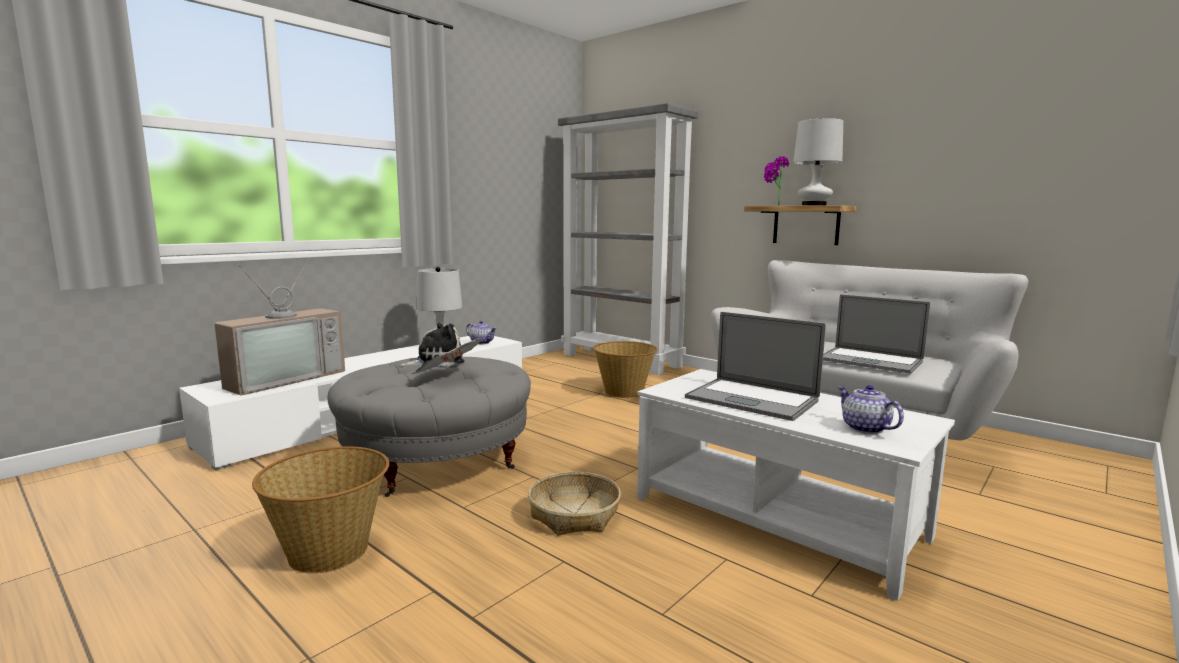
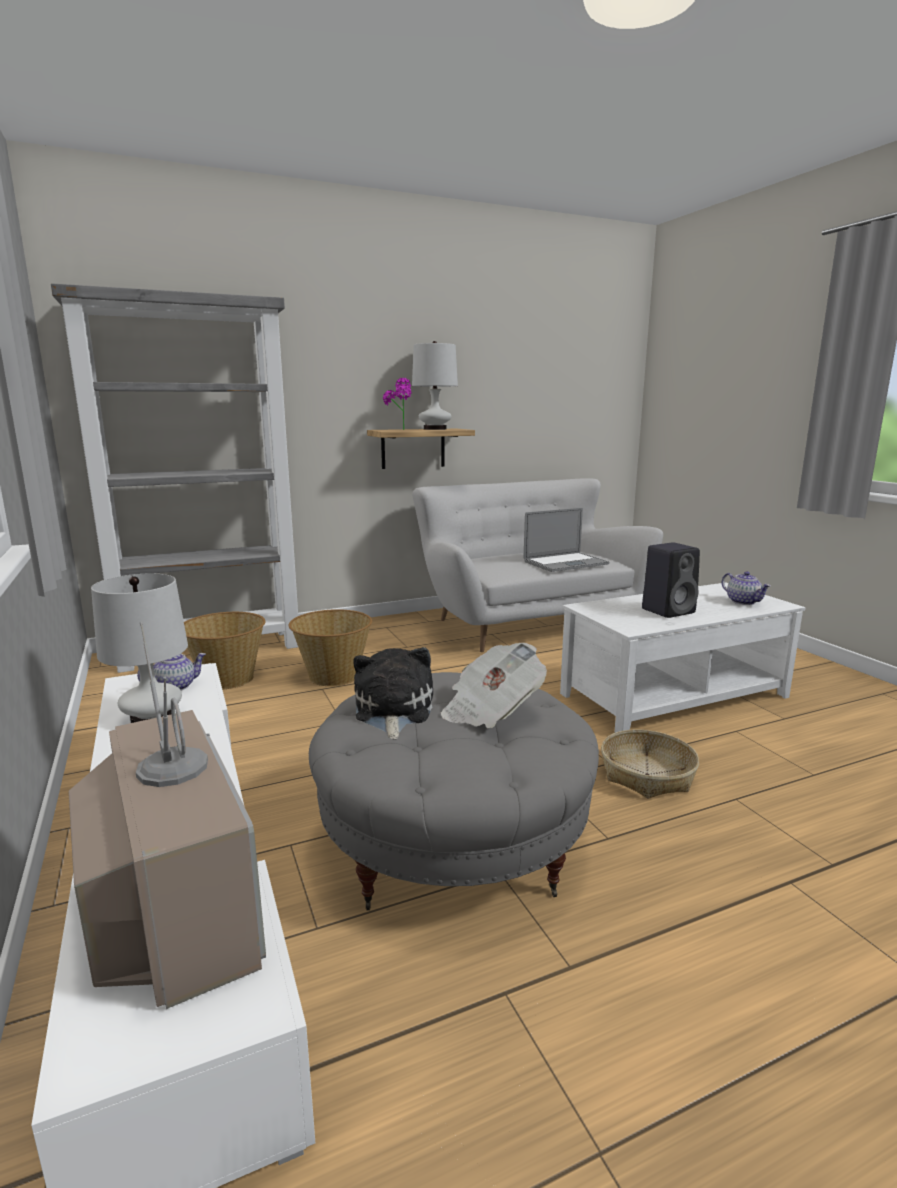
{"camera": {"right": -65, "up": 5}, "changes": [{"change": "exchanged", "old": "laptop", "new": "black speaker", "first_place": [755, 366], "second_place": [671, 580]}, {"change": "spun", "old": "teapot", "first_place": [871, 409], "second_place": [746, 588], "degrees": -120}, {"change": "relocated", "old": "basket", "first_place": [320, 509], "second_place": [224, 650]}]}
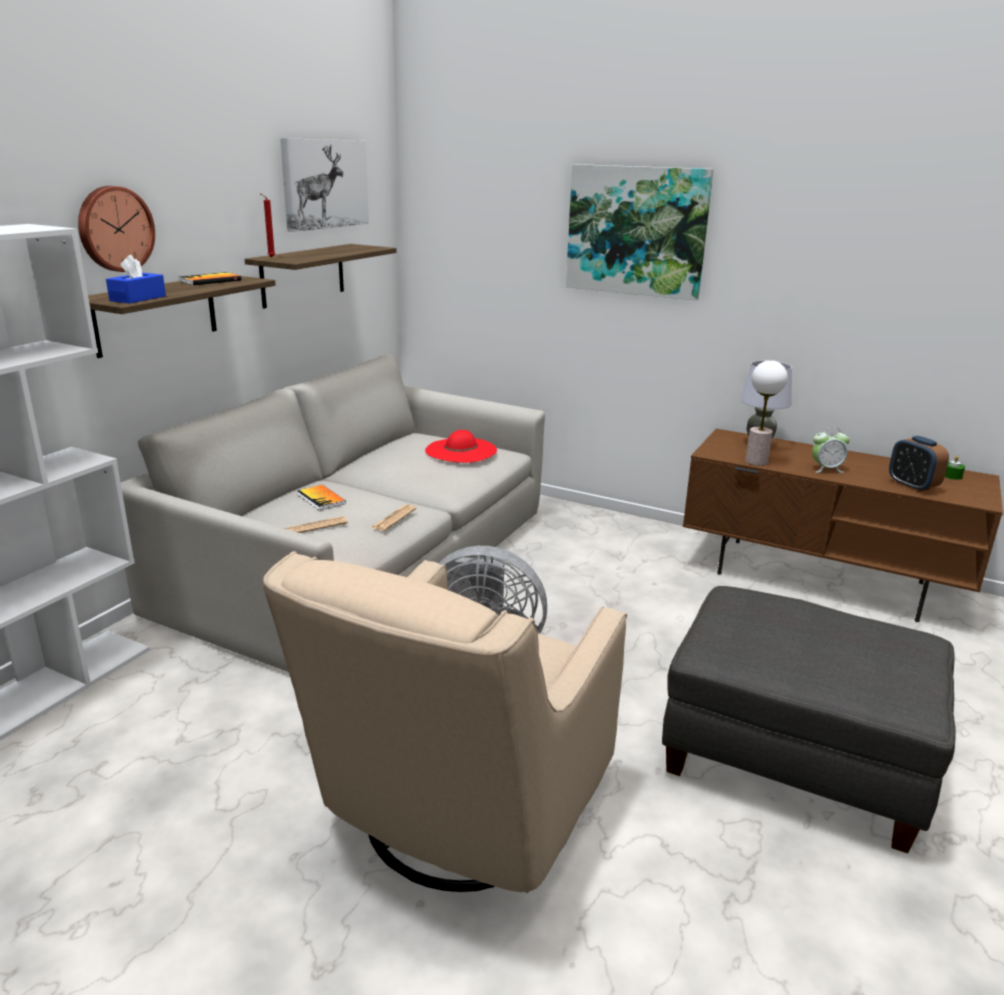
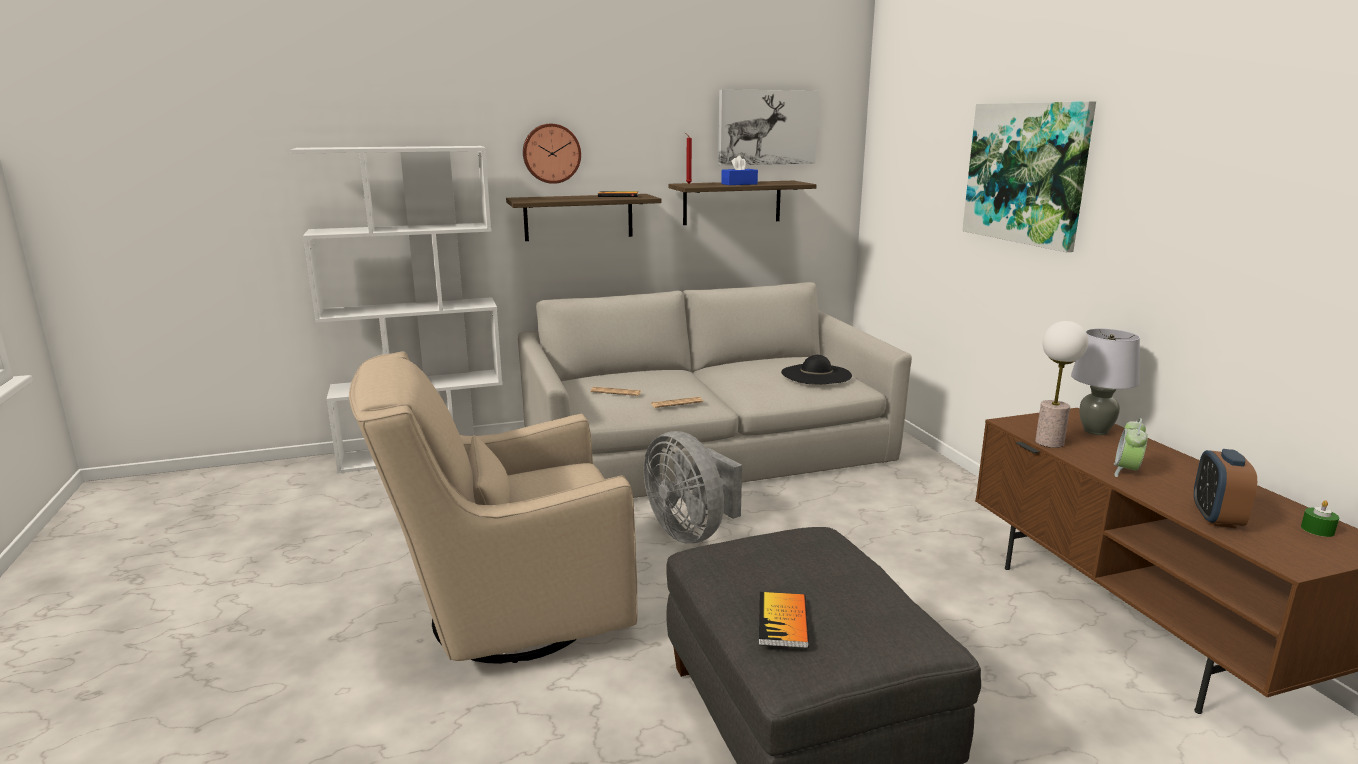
{"camera": {"right": 45, "up": -5}, "changes": [{"change": "relocated", "old": "blue tissue box", "first_place": [136, 279], "second_place": [739, 170]}, {"change": "spun", "old": "alarm clock", "first_place": [831, 450], "second_place": [1131, 447], "degrees": 75}, {"change": "colour", "old": "red hat", "new": "black hat", "first_place": [461, 446], "second_place": [816, 370]}, {"change": "relocated", "old": "book", "first_place": [321, 498], "second_place": [784, 620]}]}
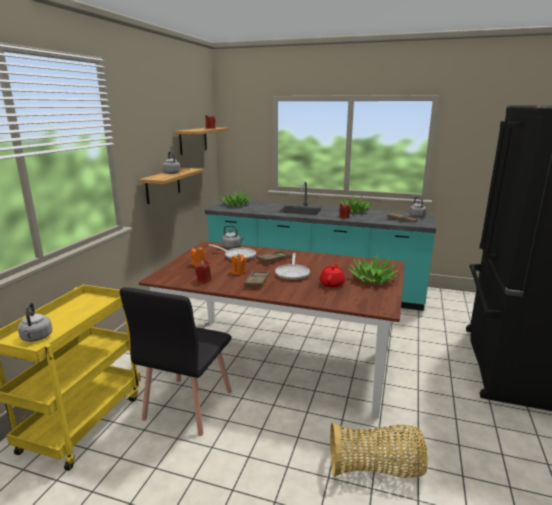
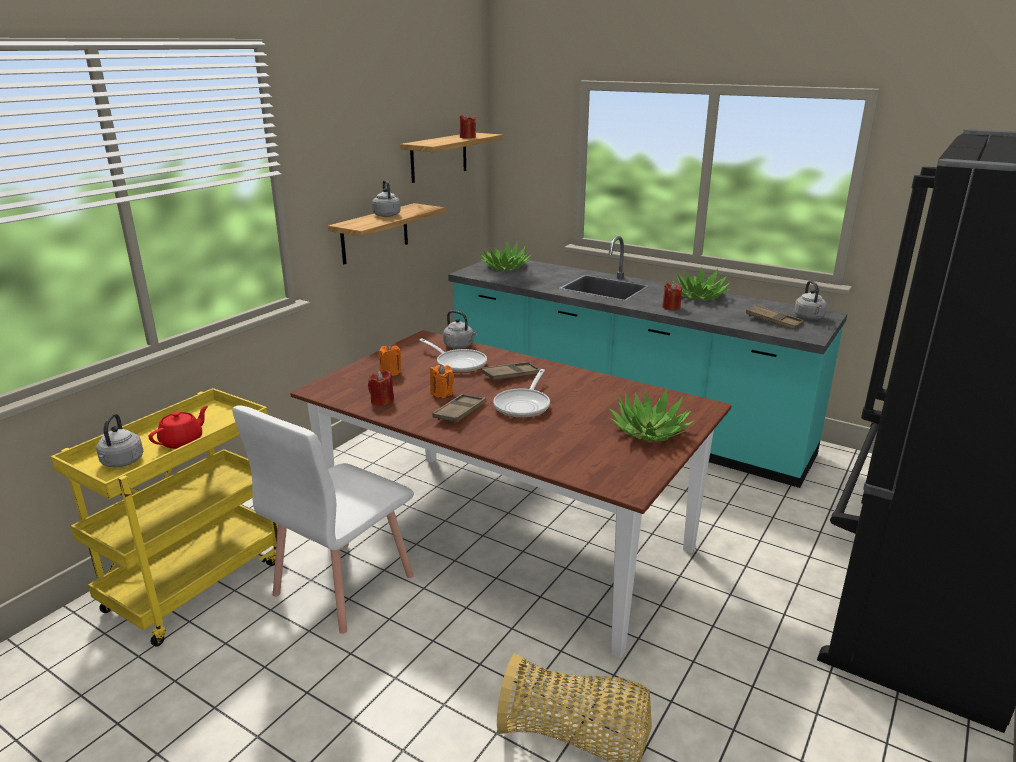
{"camera": {"right": 15, "up": 5}, "changes": [{"change": "relocated", "old": "red teapot", "first_place": [332, 275], "second_place": [178, 427]}, {"change": "colour", "old": "black chair", "new": "white chair", "first_place": [176, 361], "second_place": [323, 519]}]}
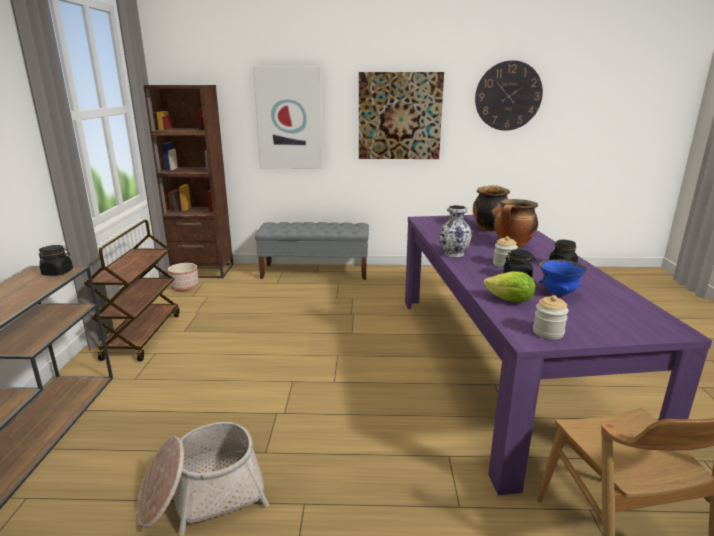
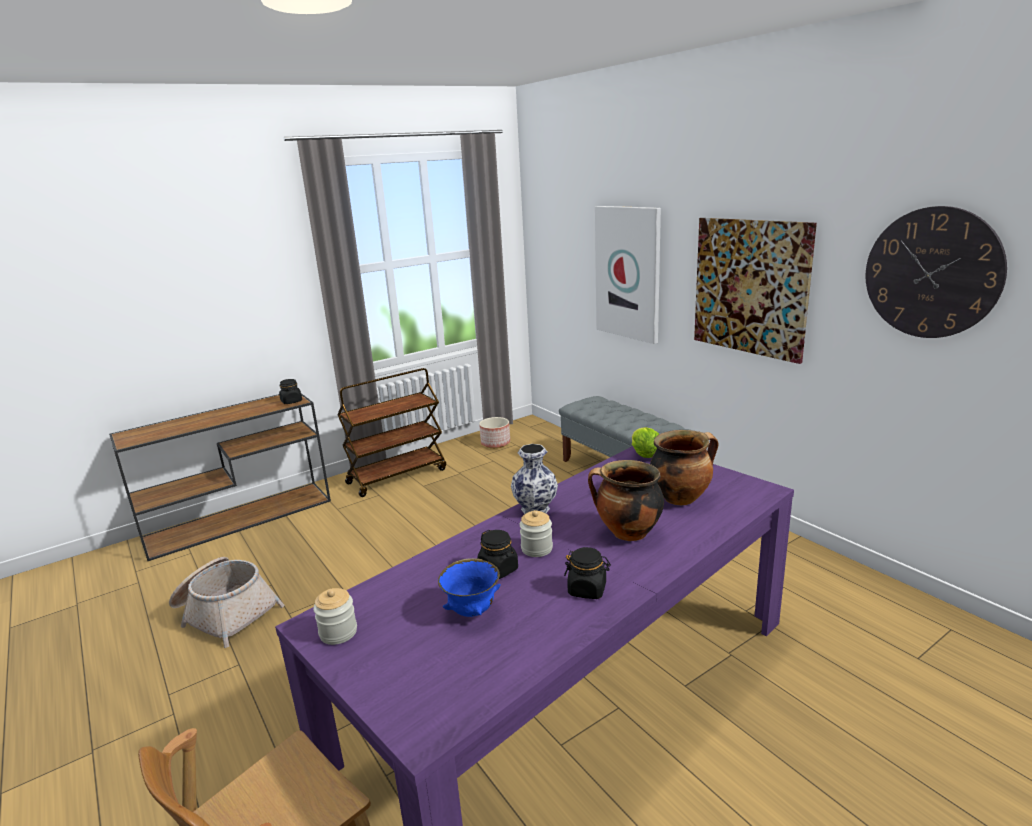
{"camera": {"right": 55, "up": 0}, "changes": [{"change": "missing", "old": "brown bookcase", "first_place": [188, 181]}, {"change": "relocated", "old": "lettuce", "first_place": [509, 286], "second_place": [645, 442]}]}
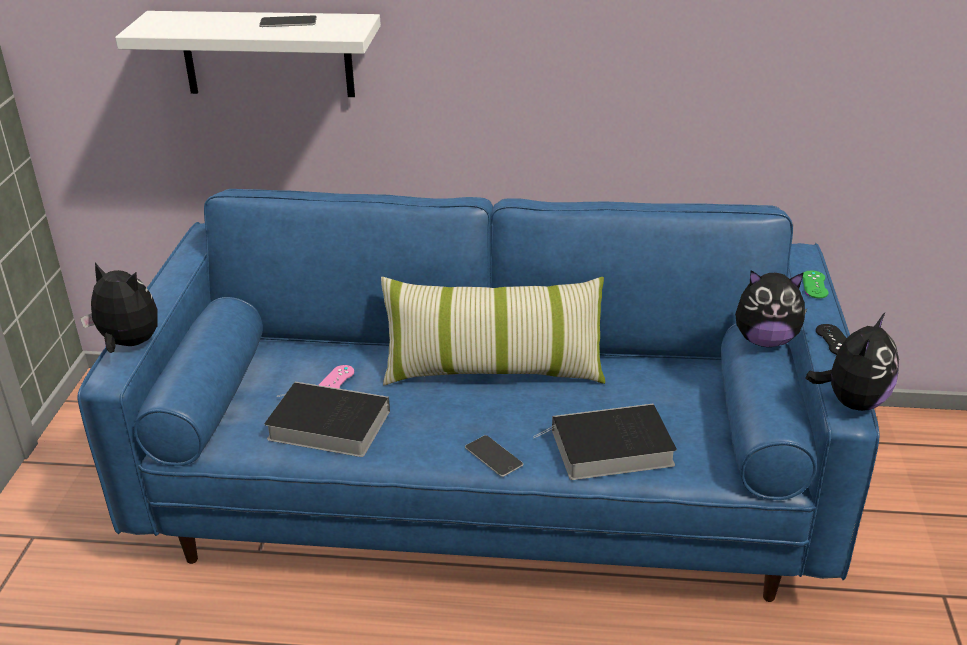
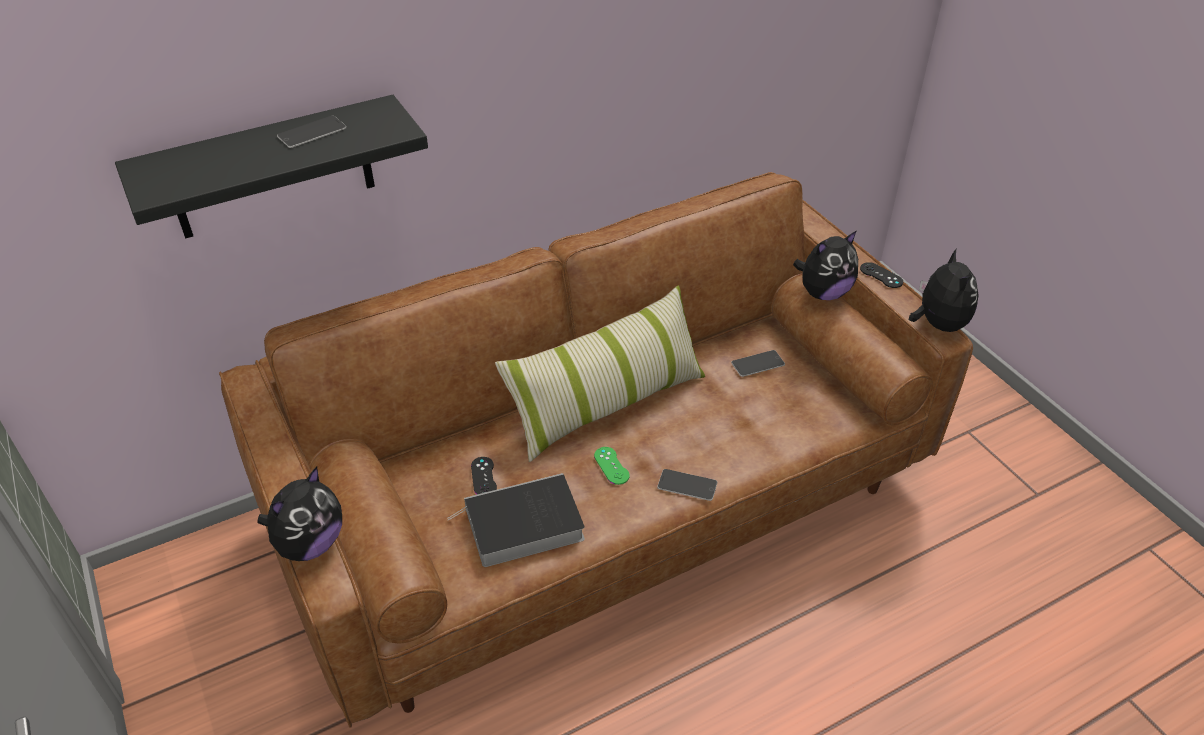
{"camera": {"right": -35, "up": 10}, "changes": [{"change": "colour", "old": "white shelf", "new": "black shelf", "first_place": [248, 54], "second_place": [271, 167]}, {"change": "colour", "old": "blue sofa", "new": "brown sofa", "first_place": [479, 395], "second_place": [596, 450]}, {"change": "spun", "old": "plush toy", "first_place": [119, 307], "second_place": [299, 514], "degrees": 135}, {"change": "relocated", "old": "green game controller", "first_place": [815, 284], "second_place": [612, 466]}, {"change": "colour", "old": "pink game controller", "new": "black game controller", "first_place": [336, 377], "second_place": [484, 476]}, {"change": "missing", "old": "book", "first_place": [605, 442]}, {"change": "appeared", "new": "phone", "second_place": [758, 363]}]}
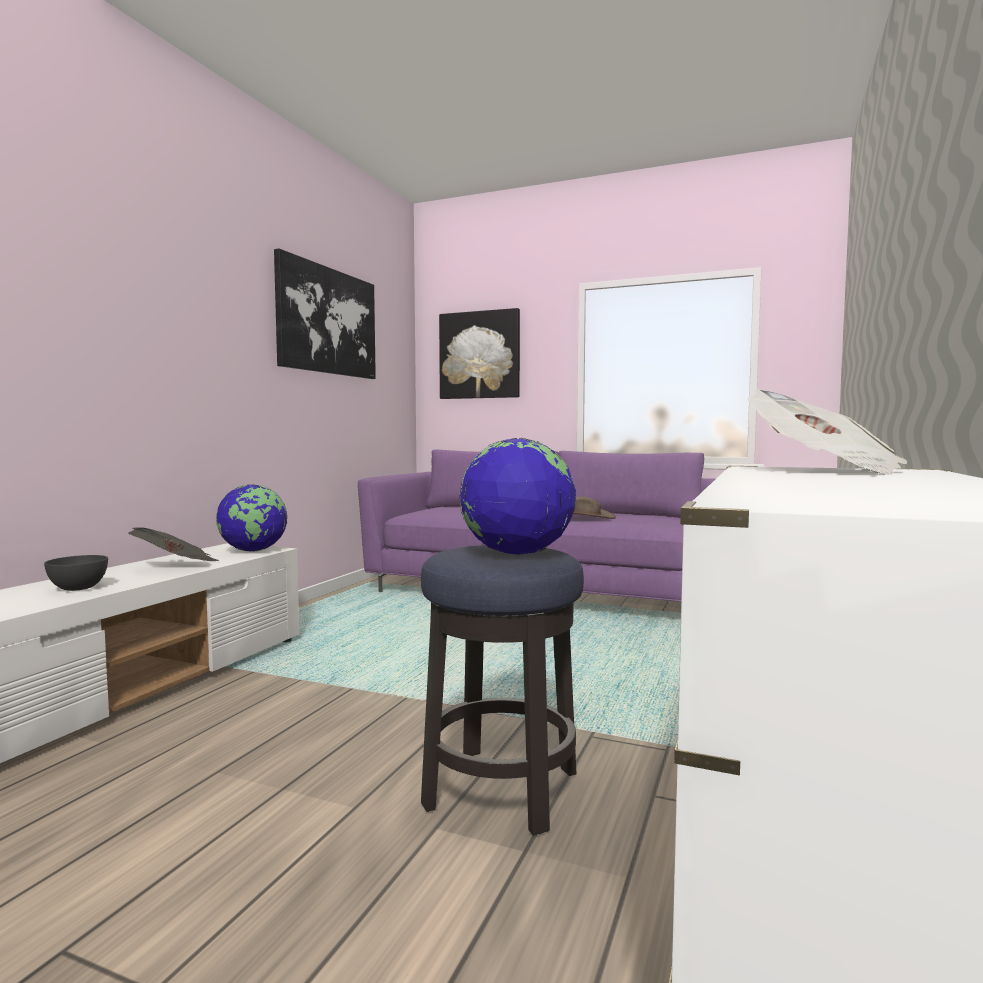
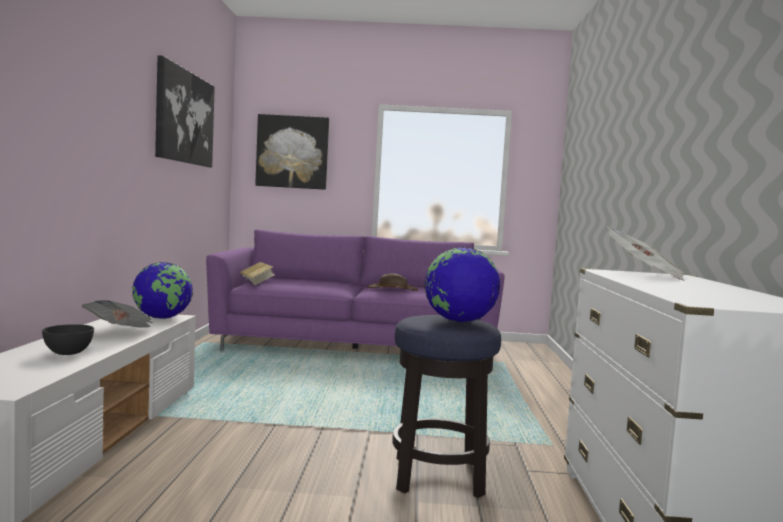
{"camera": {"right": -20, "up": 0}, "changes": [{"change": "appeared", "new": "book", "second_place": [257, 273]}]}
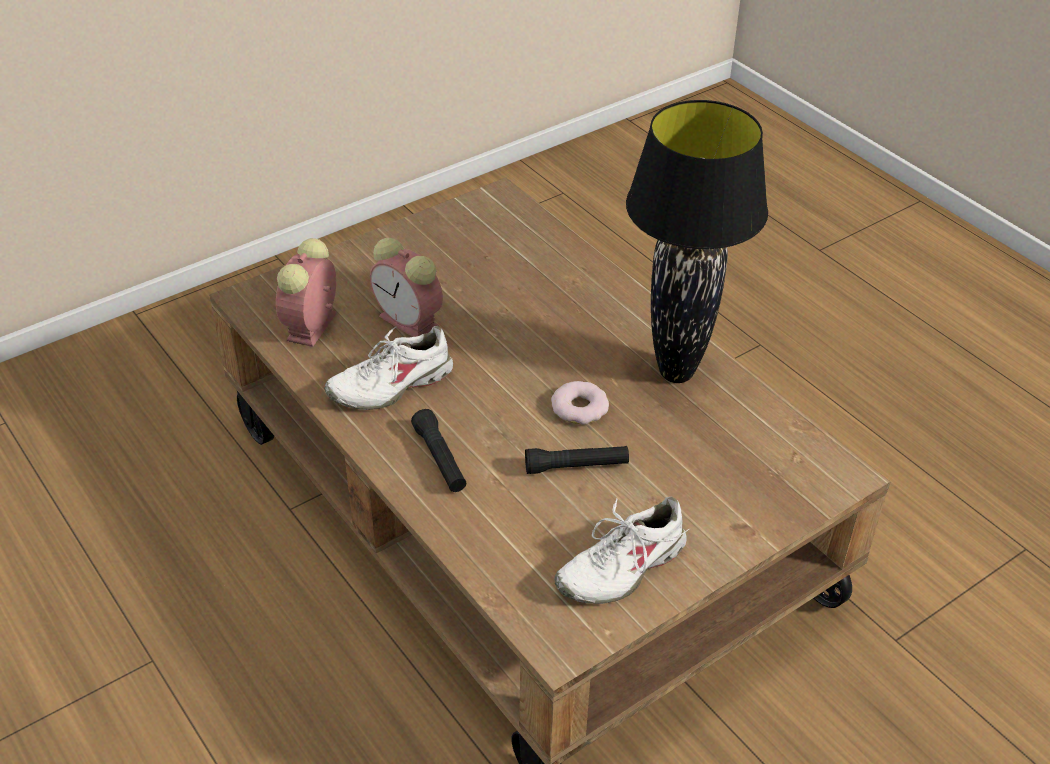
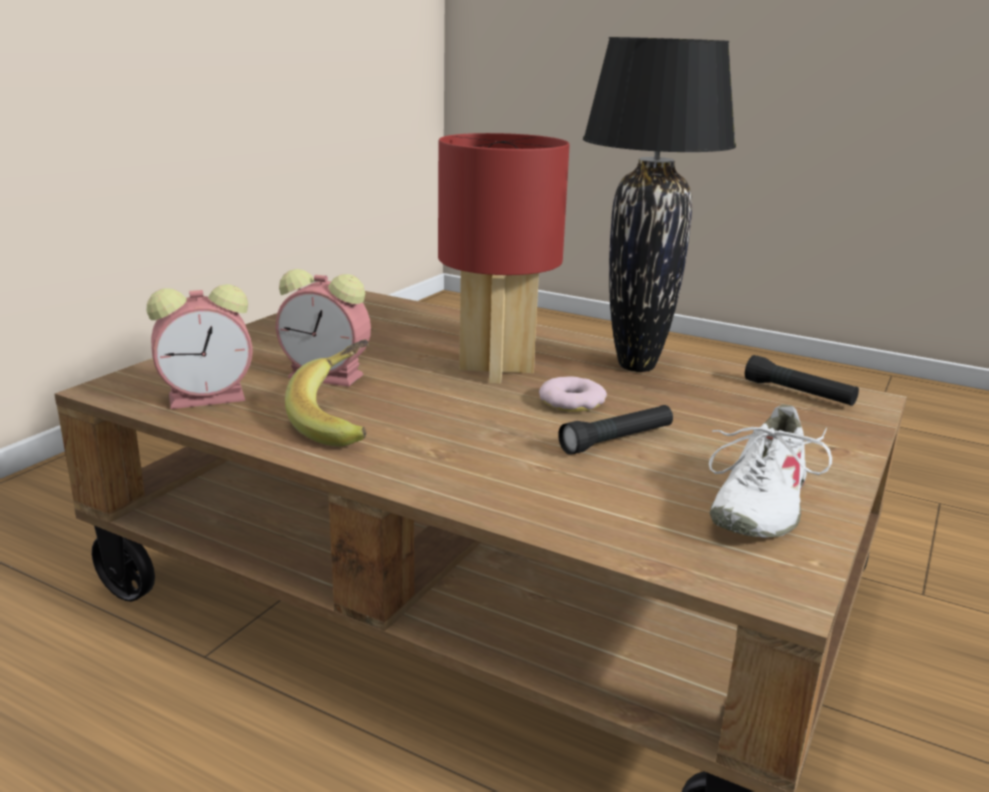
{"camera": {"right": -25, "up": -20}, "changes": [{"change": "spun", "old": "alarm clock", "first_place": [306, 292], "second_place": [200, 346], "degrees": -105}, {"change": "exchanged", "old": "white shoe", "new": "banana", "first_place": [388, 368], "second_place": [327, 393]}, {"change": "relocated", "old": "black flashlight", "first_place": [438, 450], "second_place": [802, 380]}, {"change": "appeared", "new": "red table lamp", "second_place": [504, 258]}]}
